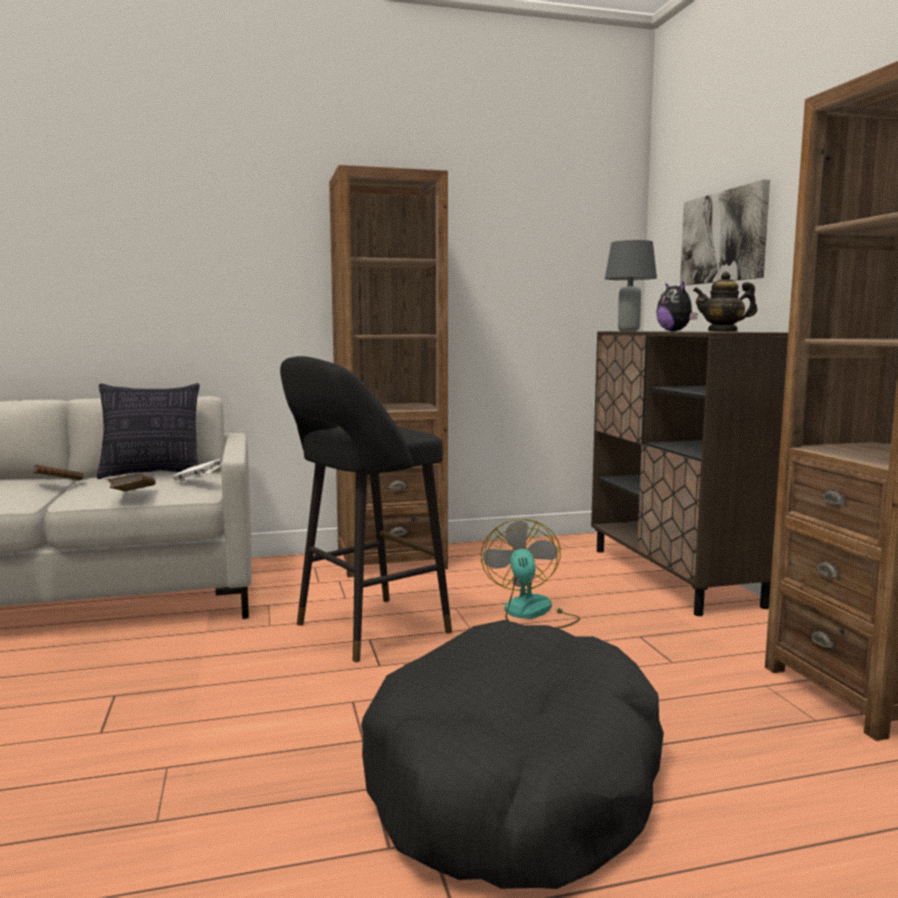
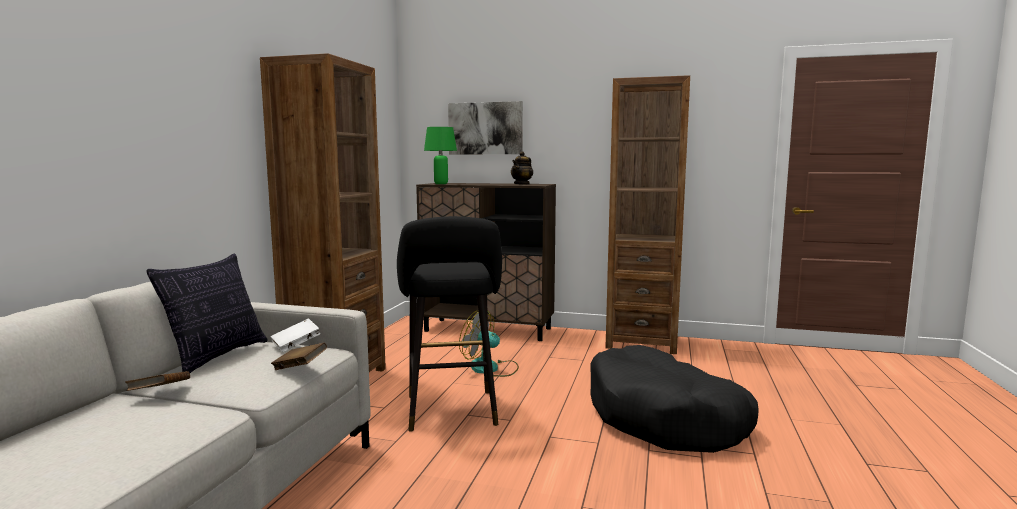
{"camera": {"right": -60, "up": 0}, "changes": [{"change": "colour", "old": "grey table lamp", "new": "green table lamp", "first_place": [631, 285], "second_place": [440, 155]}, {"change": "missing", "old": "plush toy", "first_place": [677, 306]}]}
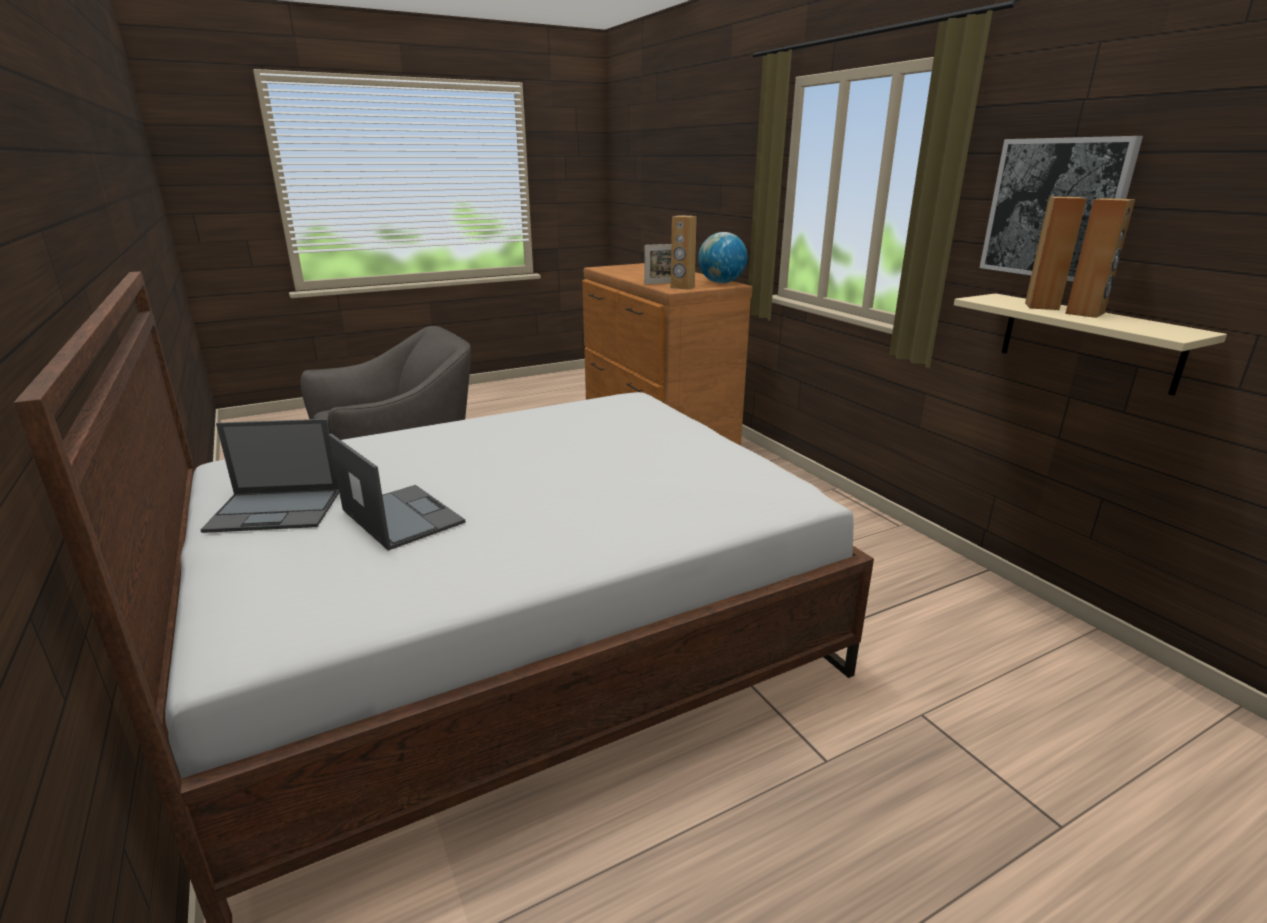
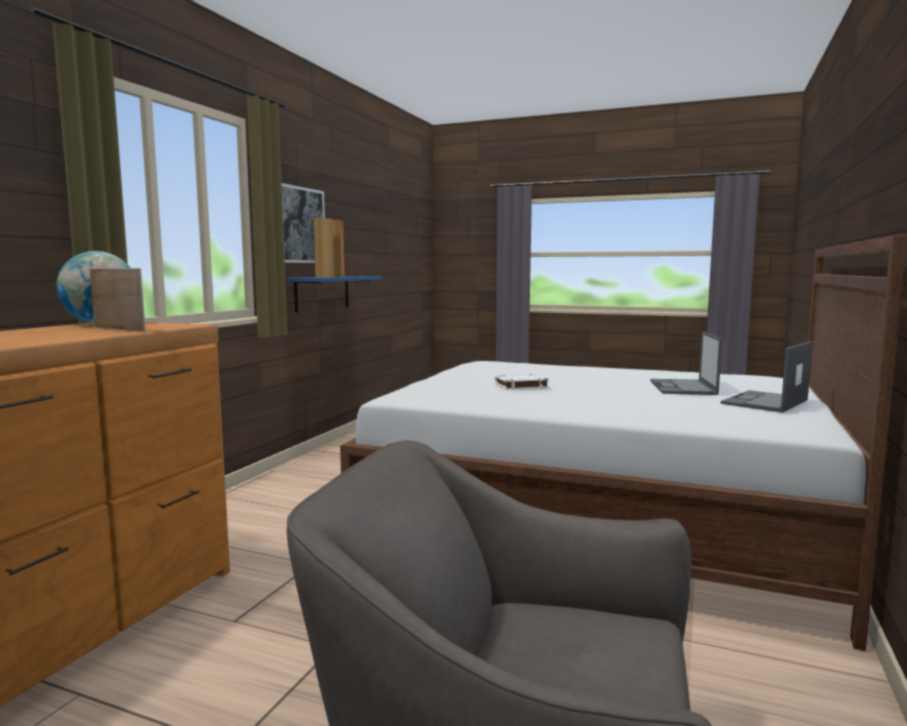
{"camera": {"right": -130, "up": -15}, "changes": [{"change": "missing", "old": "brown speaker", "first_place": [684, 252]}, {"change": "colour", "old": "beige shelf", "new": "blue shelf", "first_place": [1090, 344], "second_place": [334, 294]}, {"change": "spun", "old": "laptop", "first_place": [269, 476], "second_place": [767, 377], "degrees": -90}, {"change": "appeared", "new": "white book", "second_place": [522, 382]}]}
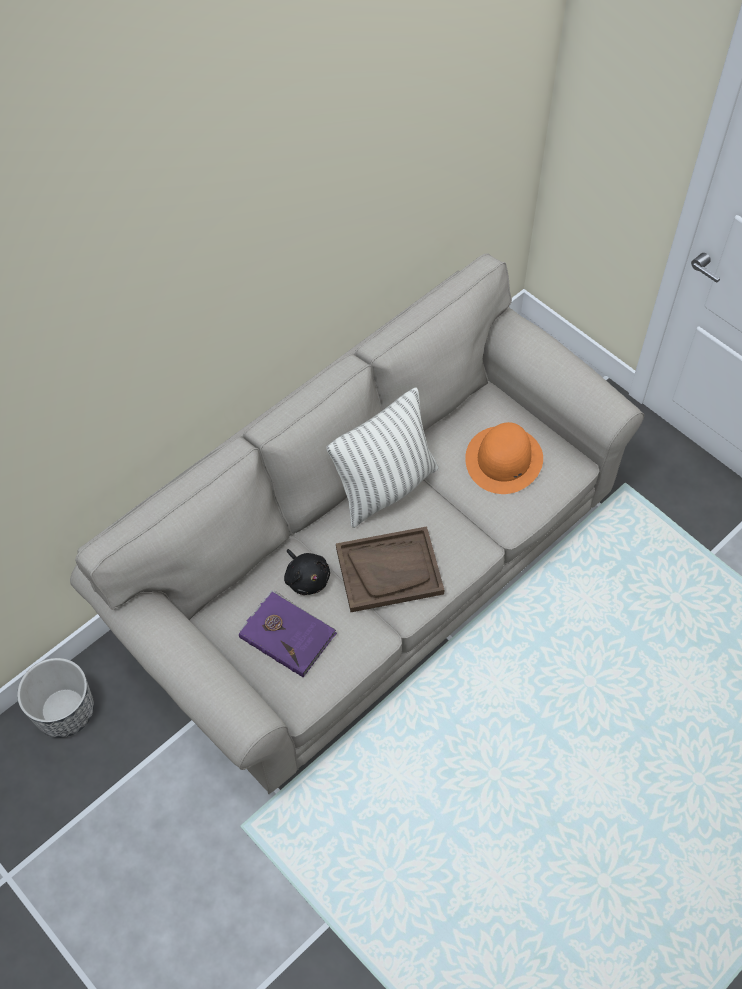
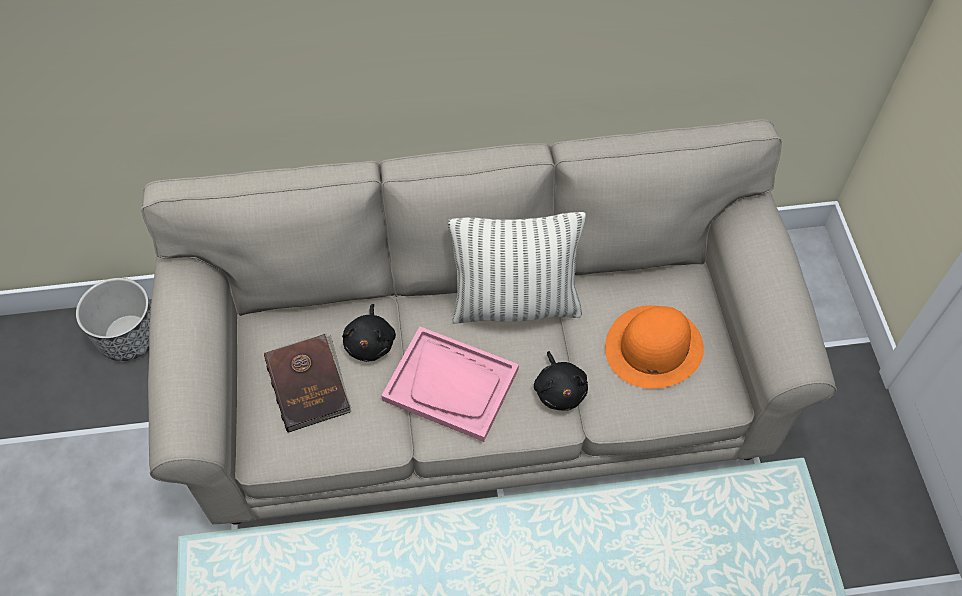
{"camera": {"right": 35, "up": 0}, "changes": [{"change": "colour", "old": "brown tray", "new": "pink tray", "first_place": [390, 569], "second_place": [450, 384]}, {"change": "colour", "old": "purple book", "new": "brown book", "first_place": [288, 633], "second_place": [308, 382]}, {"change": "appeared", "new": "black plush toy", "second_place": [561, 380]}]}
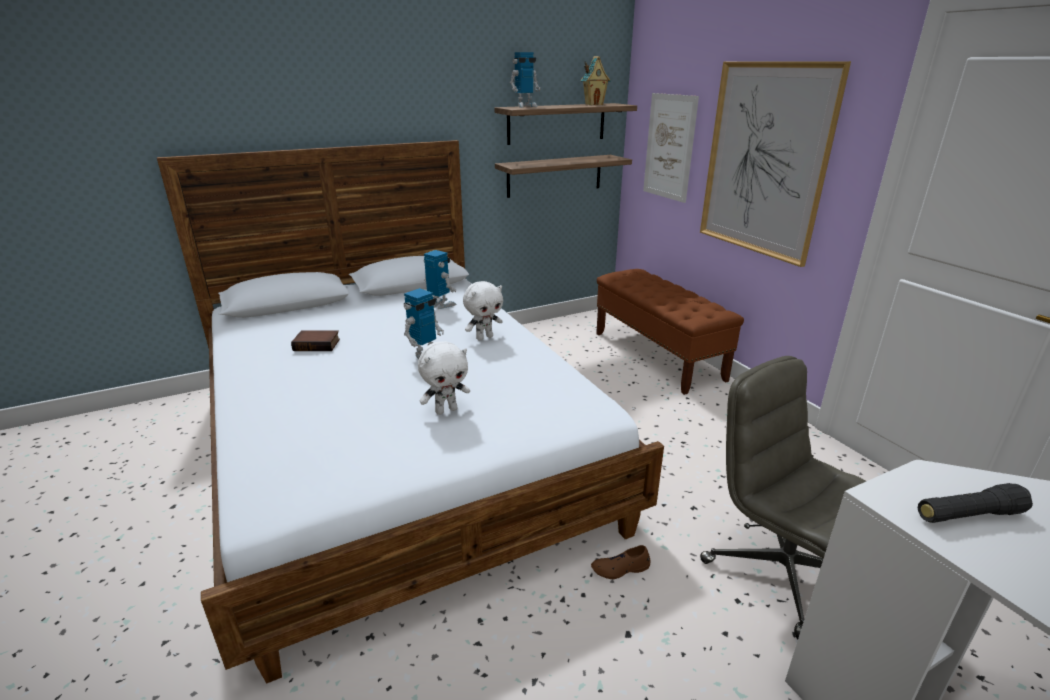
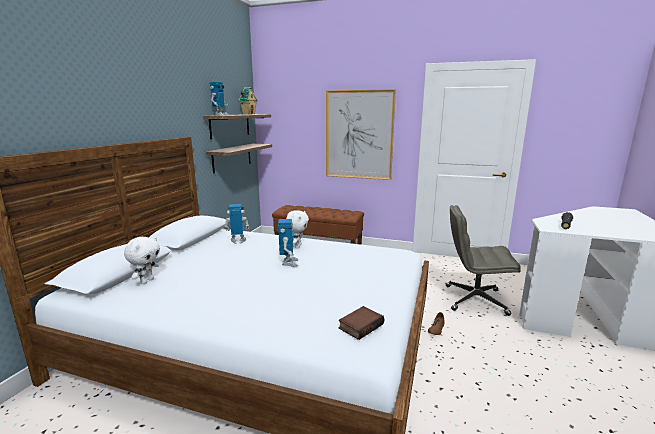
{"camera": {"right": -45, "up": -10}, "changes": [{"change": "missing", "old": "picture", "first_place": [671, 148]}, {"change": "relocated", "old": "book", "first_place": [315, 340], "second_place": [361, 323]}, {"change": "relocated", "old": "white plush toy", "first_place": [444, 378], "second_place": [142, 260]}]}
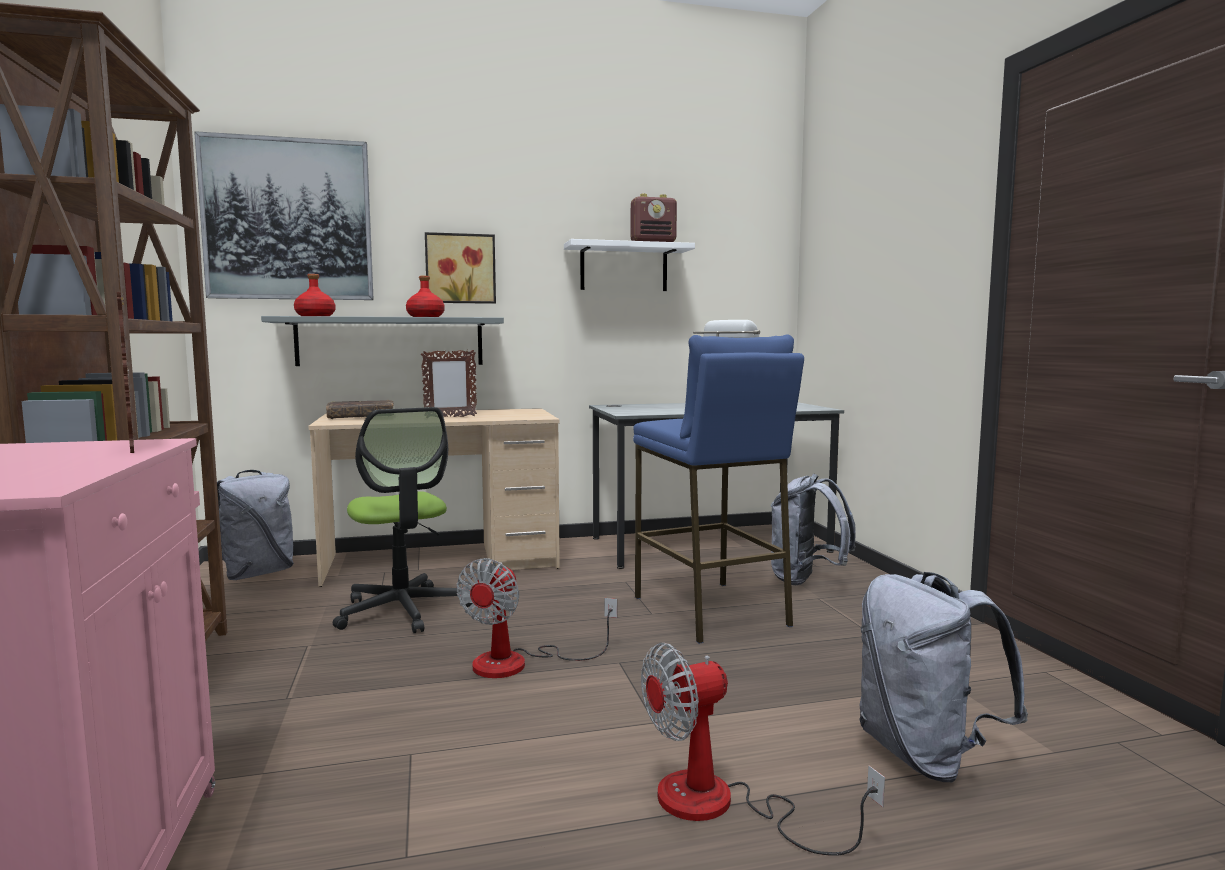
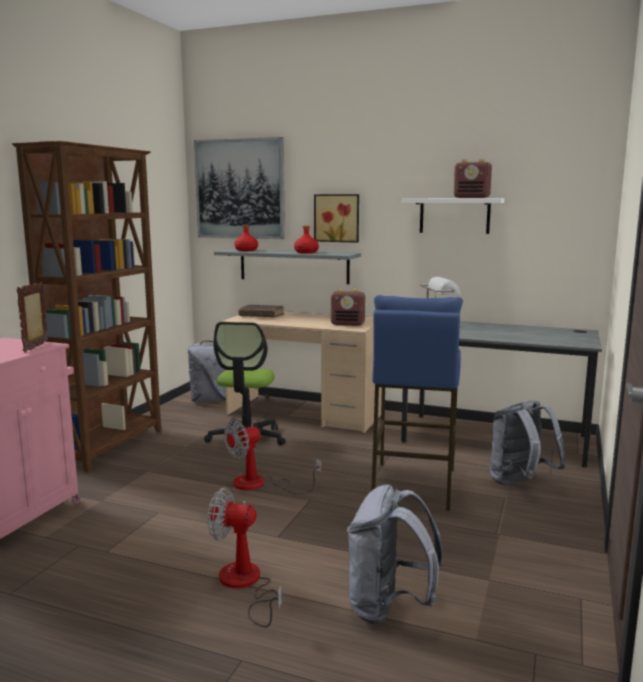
{"camera": {"right": 35, "up": 5}, "changes": [{"change": "missing", "old": "picture frame", "first_place": [449, 383]}, {"change": "appeared", "new": "radio", "second_place": [348, 307]}]}
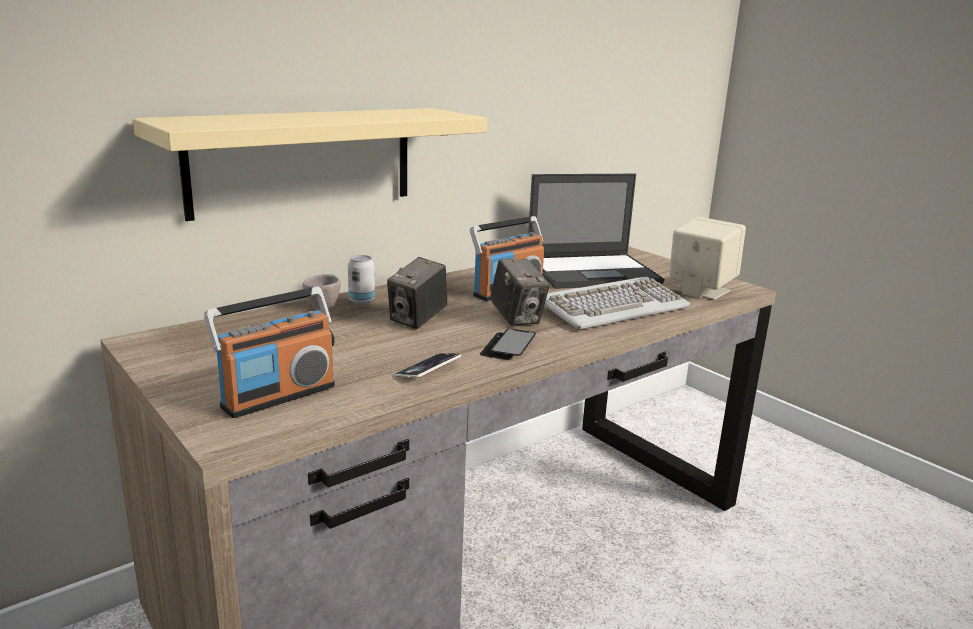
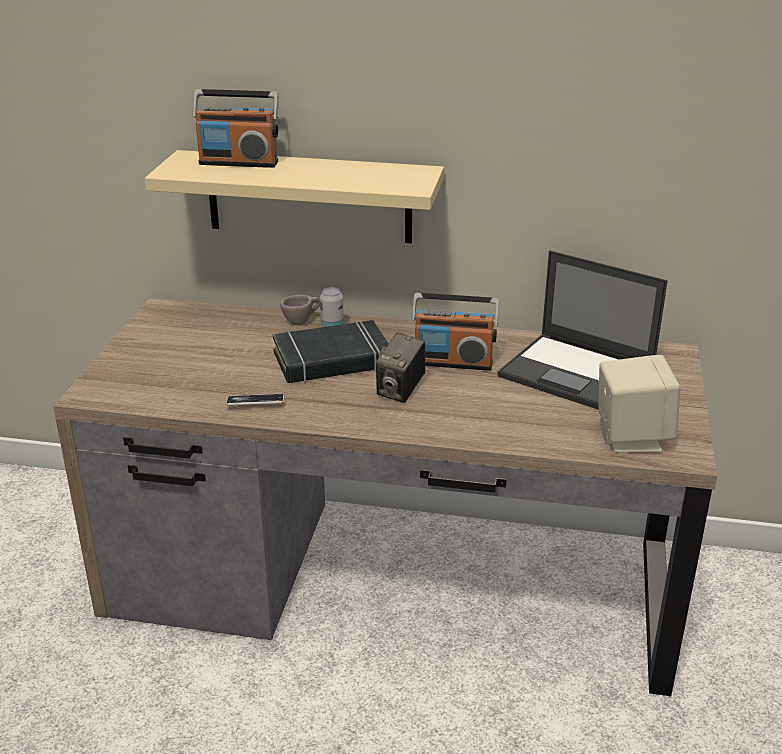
{"camera": {"right": 50, "up": 10}, "changes": [{"change": "exchanged", "old": "photo camera", "new": "black book", "first_place": [417, 293], "second_place": [330, 351]}, {"change": "missing", "old": "keyboard", "first_place": [617, 303]}, {"change": "relocated", "old": "radio", "first_place": [269, 352], "second_place": [236, 128]}, {"change": "missing", "old": "phone", "first_place": [508, 344]}]}
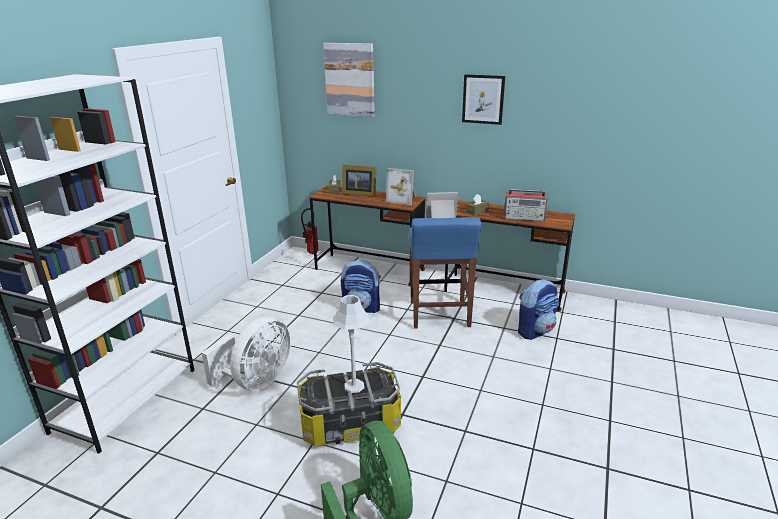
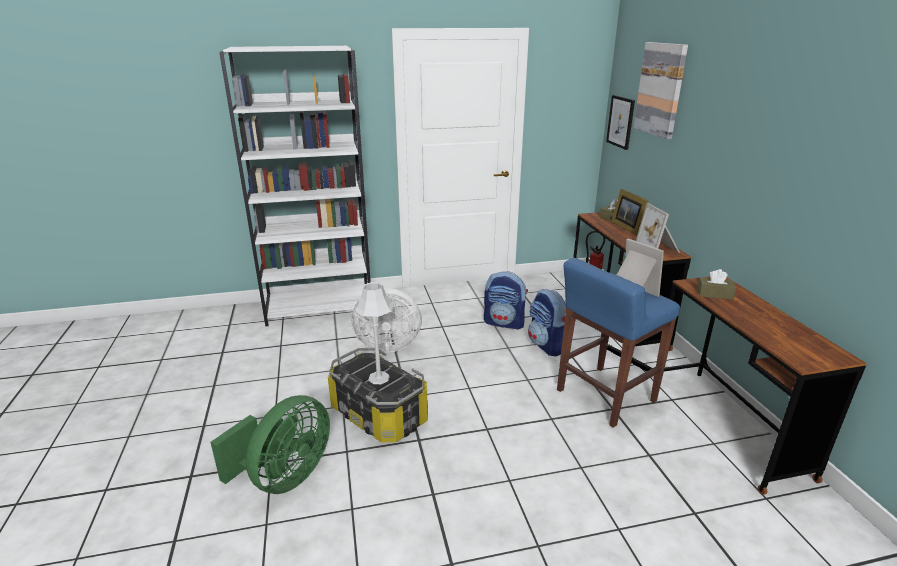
{"camera": {"right": 55, "up": 0}, "changes": [{"change": "relocated", "old": "picture", "first_place": [483, 99], "second_place": [620, 122]}, {"change": "missing", "old": "radio", "first_place": [526, 205]}, {"change": "relocated", "old": "backpack", "first_place": [538, 309], "second_place": [506, 300]}]}
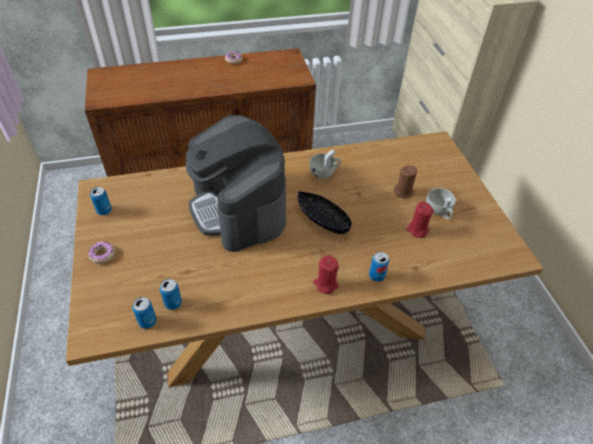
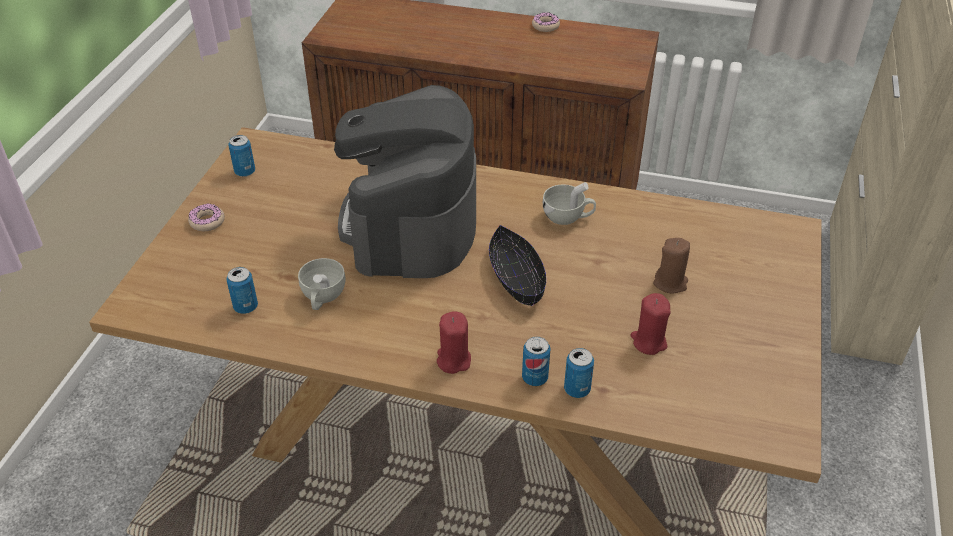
{"camera": {"right": 30, "up": -5}, "changes": [{"change": "relocated", "old": "white cup", "first_place": [441, 203], "second_place": [321, 284]}, {"change": "relocated", "old": "can", "first_place": [144, 313], "second_place": [579, 373]}]}
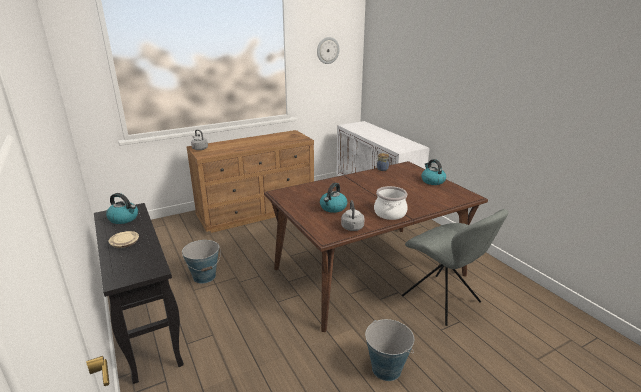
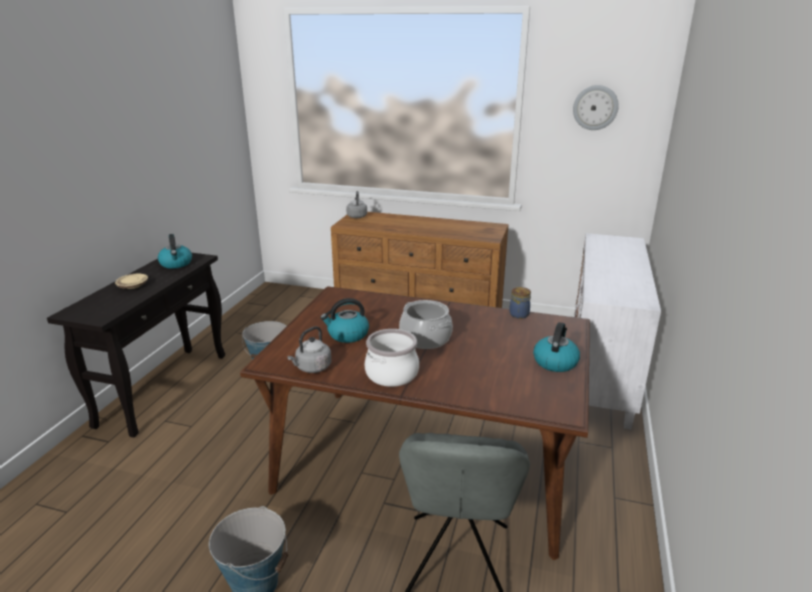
{"camera": {"right": 45, "up": 0}, "changes": [{"change": "appeared", "new": "cooking pot", "second_place": [426, 324]}]}
